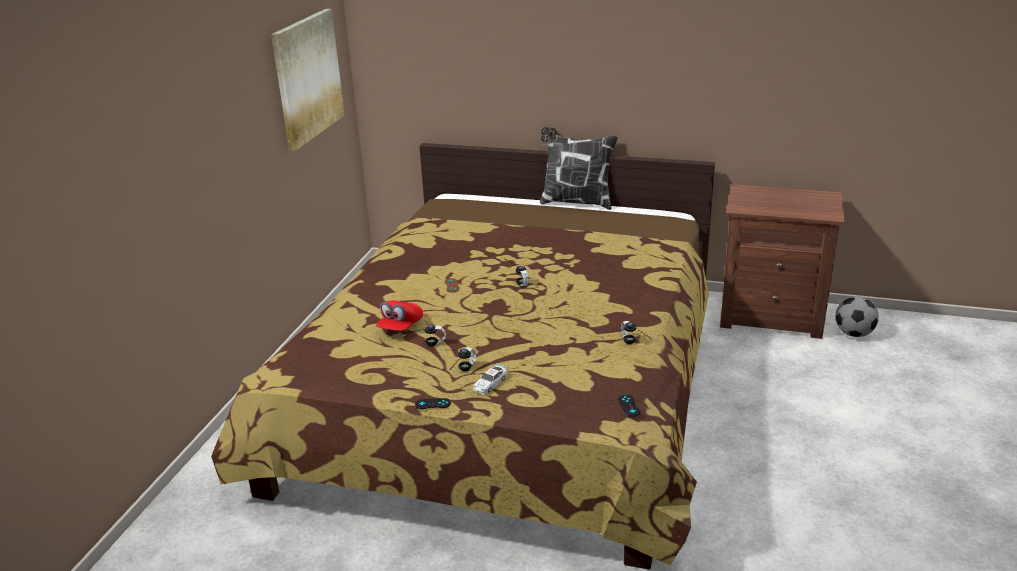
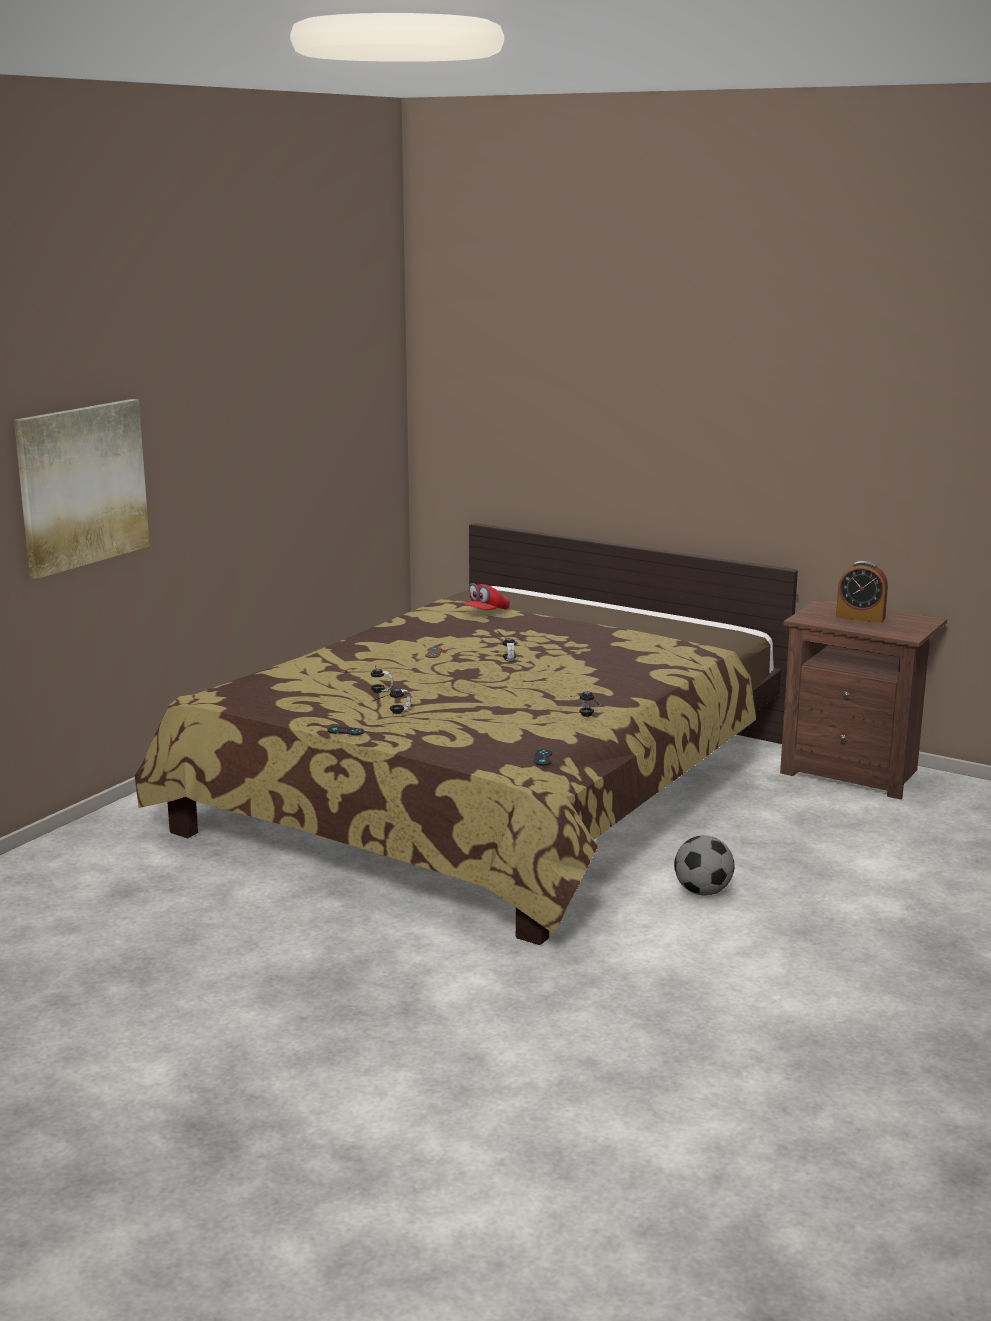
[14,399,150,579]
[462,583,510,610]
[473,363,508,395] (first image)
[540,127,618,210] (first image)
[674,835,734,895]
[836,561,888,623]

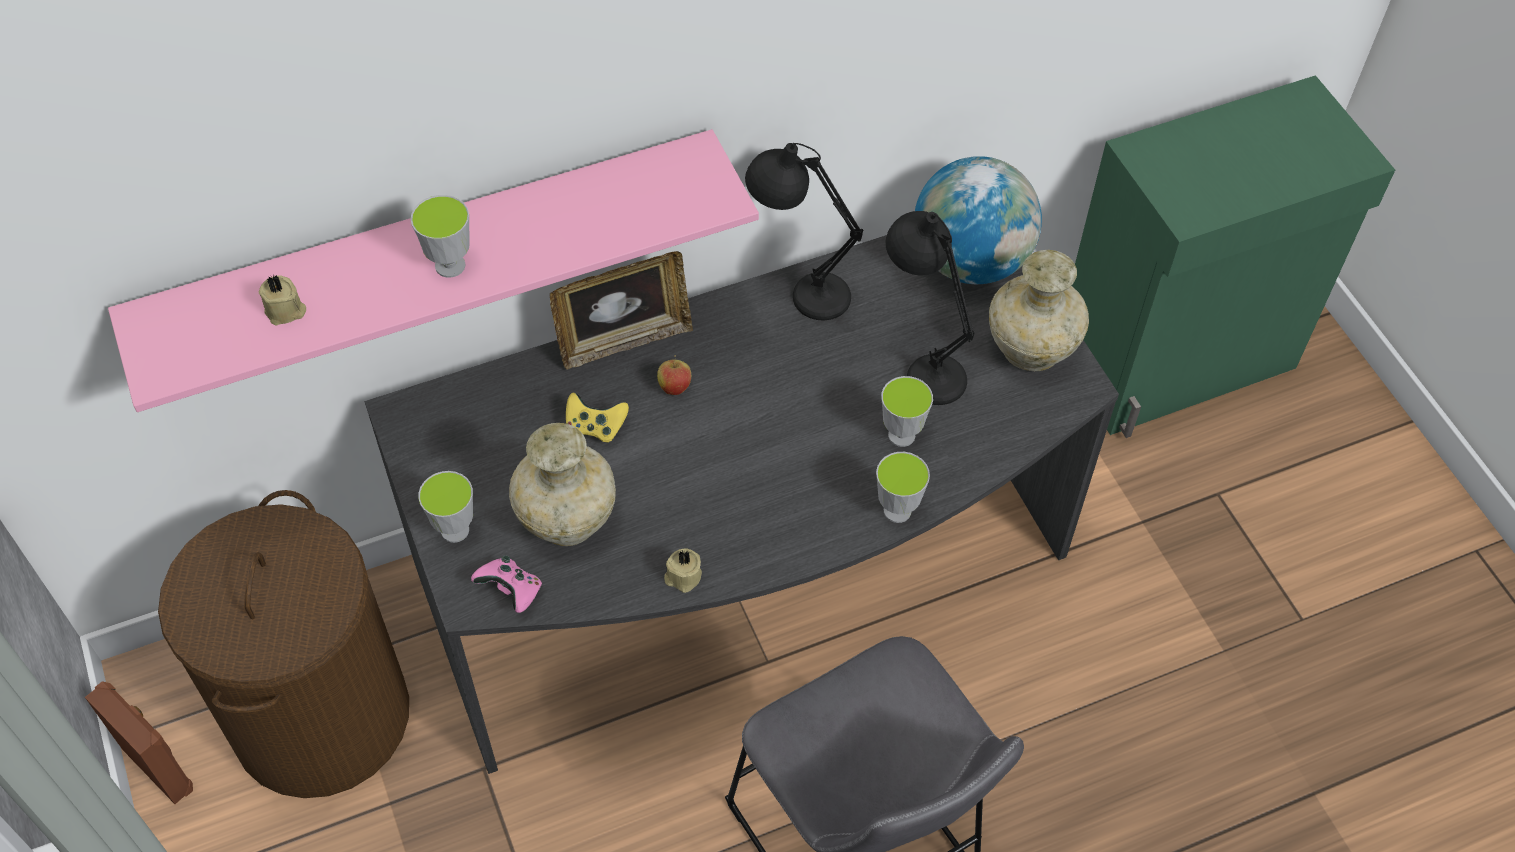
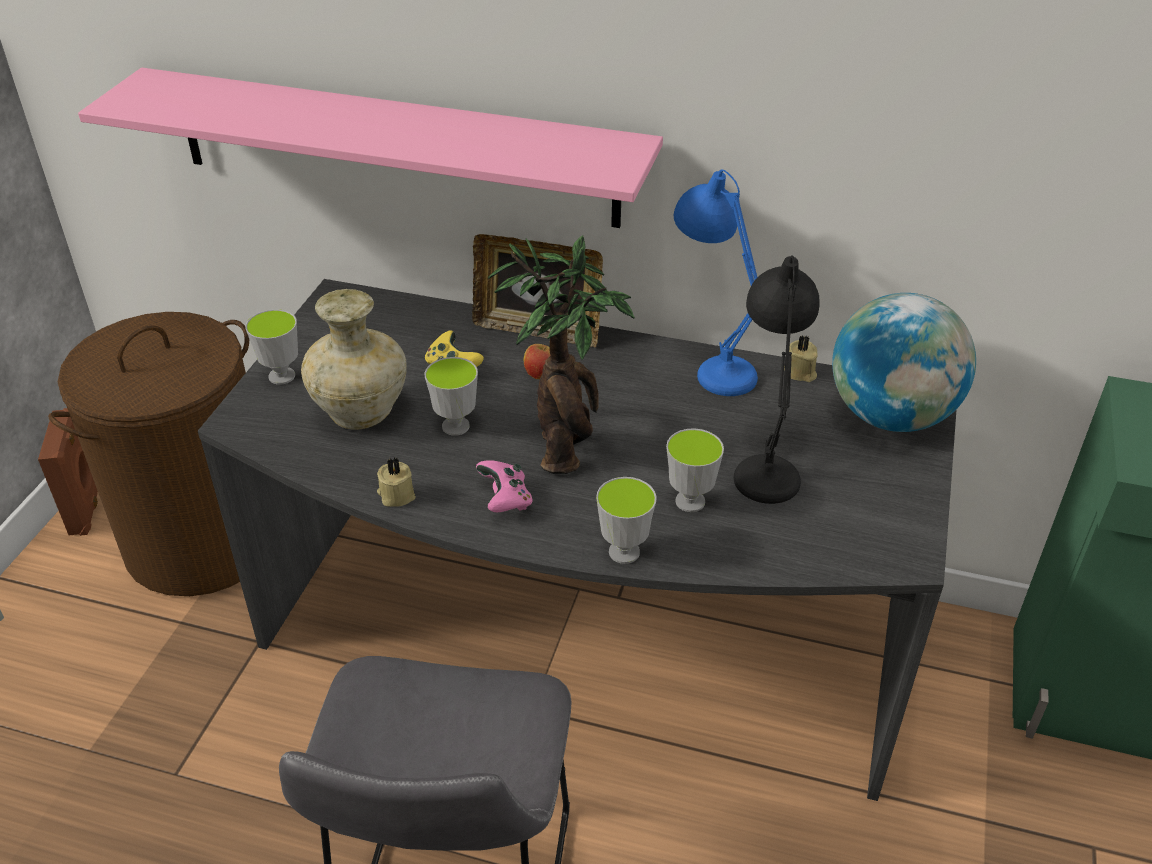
[784,335,818,382]
[425,357,478,436]
[476,460,533,512]
[674,169,758,396]
[989,250,1089,371] (first image)
[488,236,635,474]

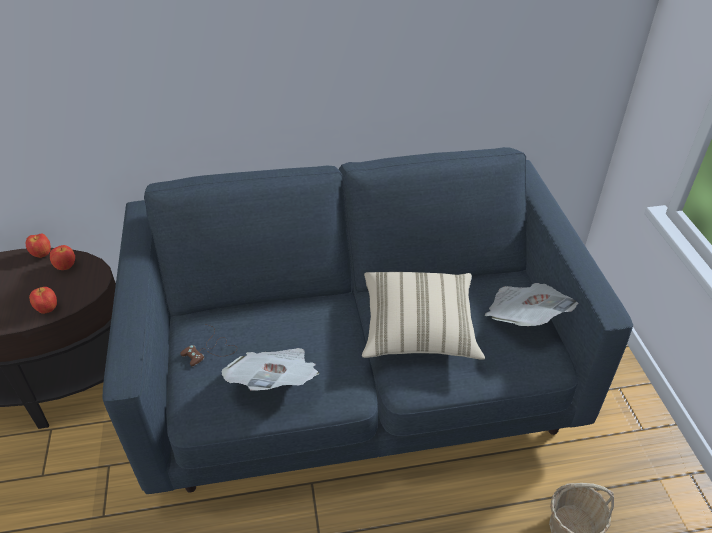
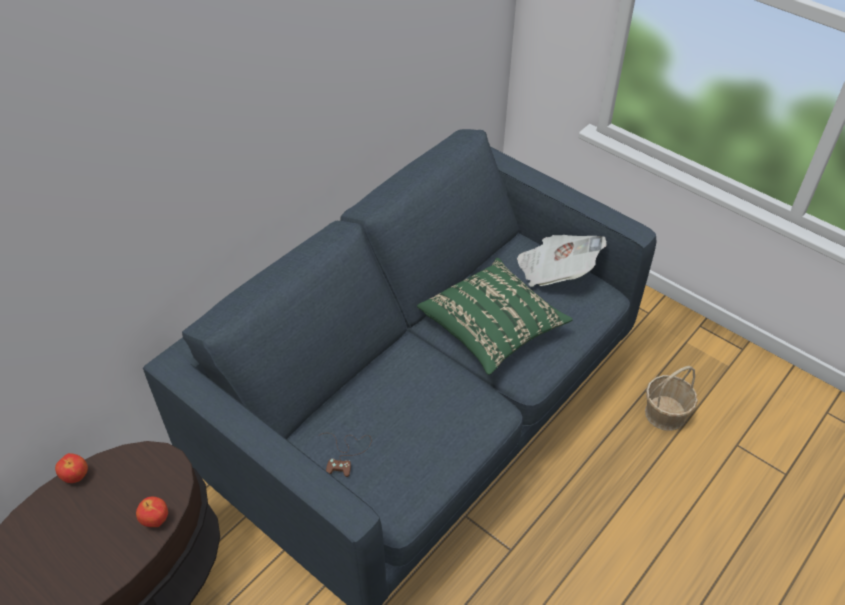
[50,245,75,270] (first image)
[222,348,319,391] (first image)
[417,258,573,375]

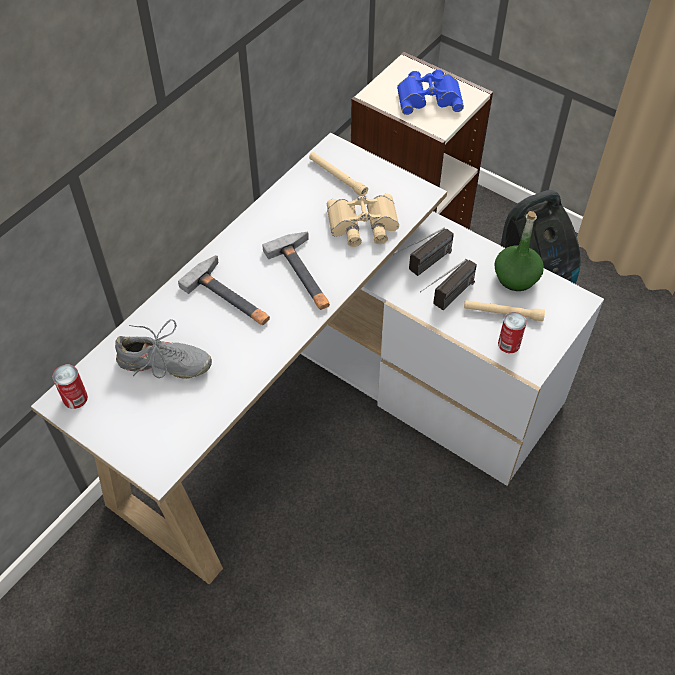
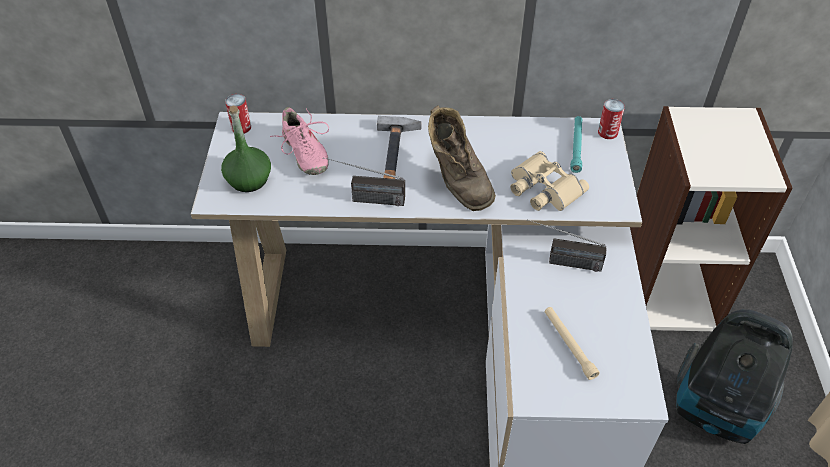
[270,107,329,175]
[428,105,496,211]
[570,116,582,173]
[397,70,464,115] (first image)
[323,157,405,206]
[221,106,271,192]
[598,99,625,139]

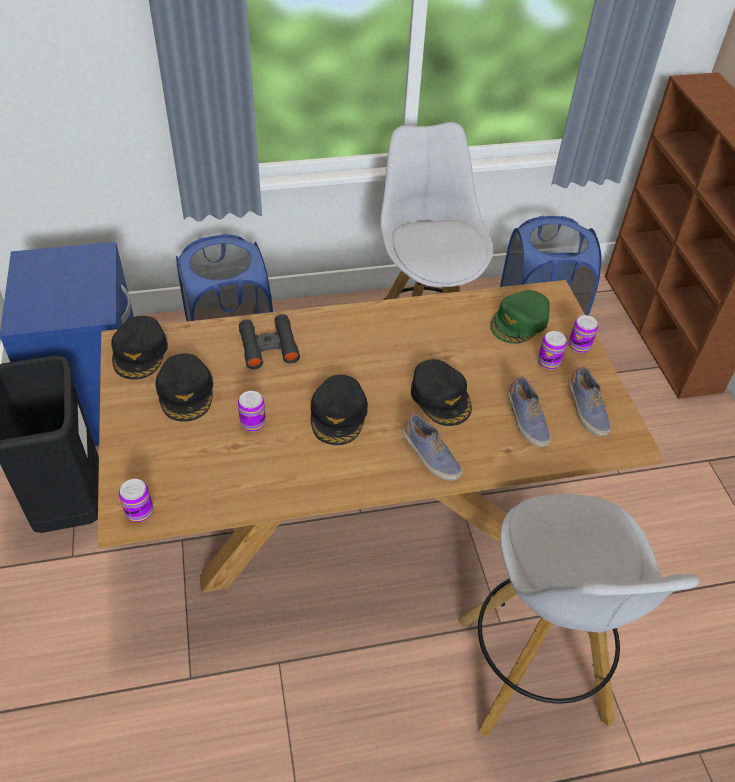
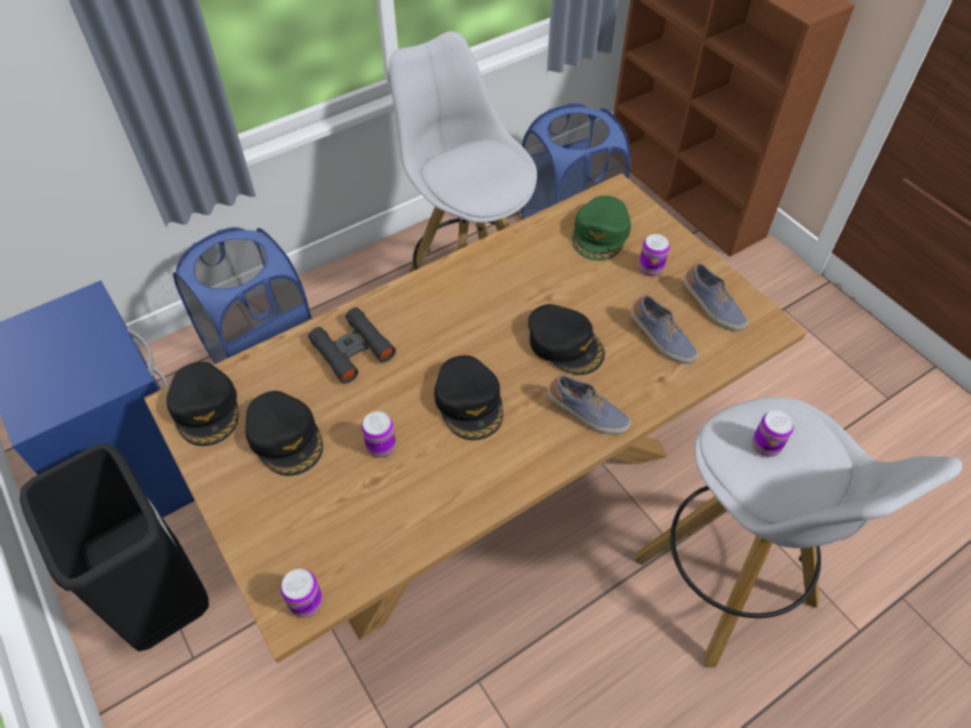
[752,410,794,457]

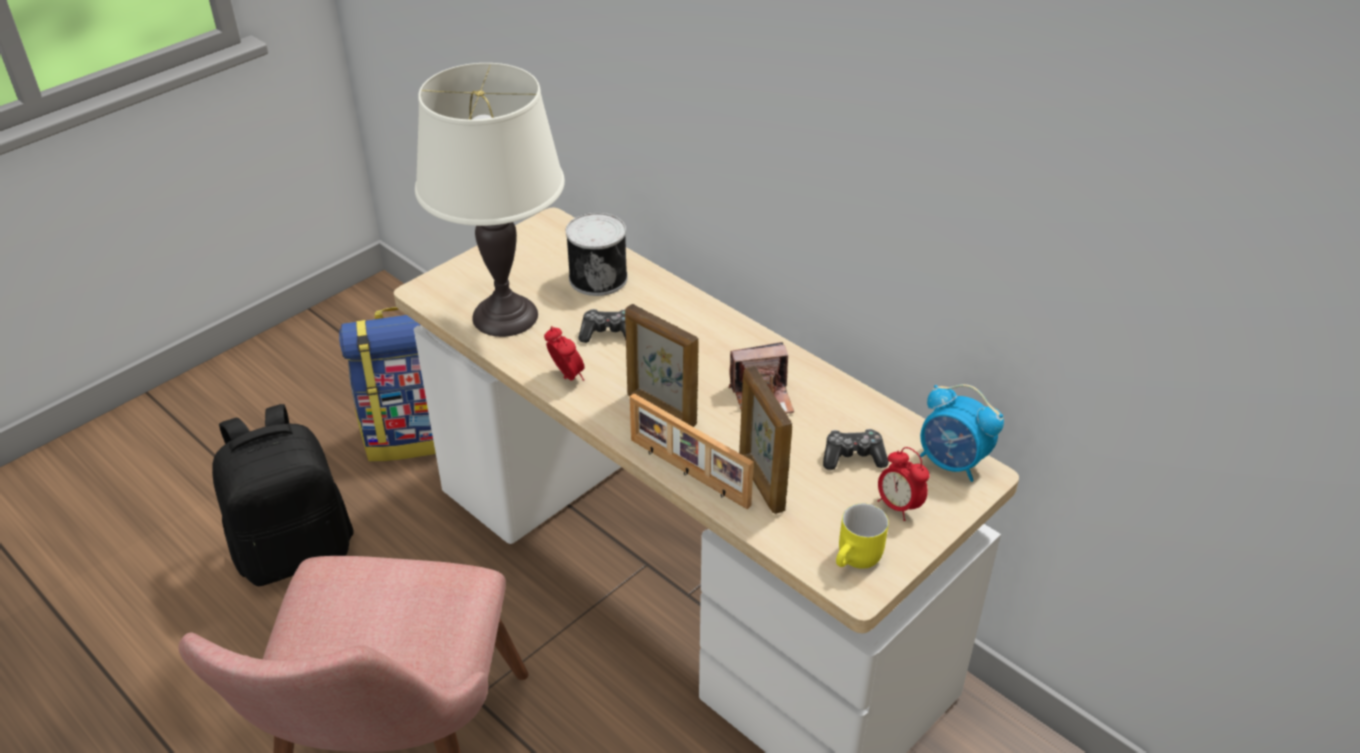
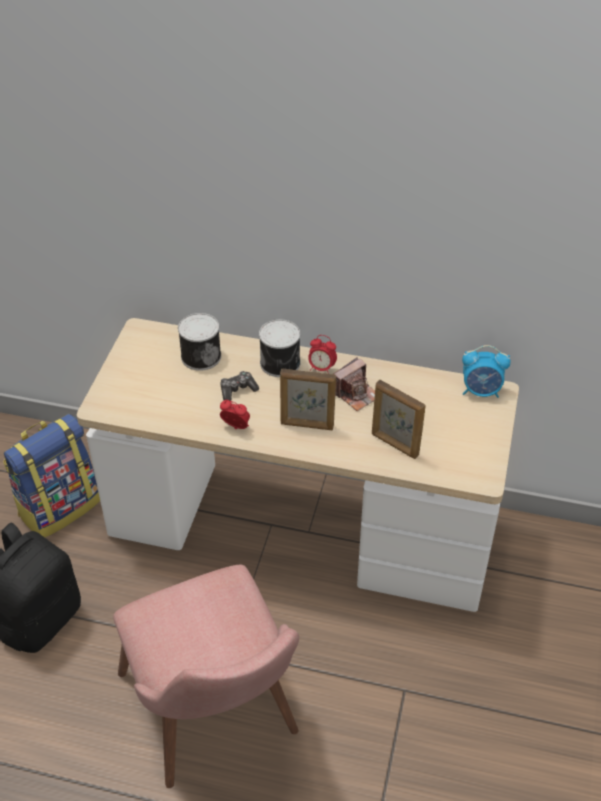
[415,63,565,337] (first image)
[630,393,754,509] (first image)
[823,429,889,470] (first image)
[836,503,889,569] (first image)
[308,335,337,374]
[259,319,300,377]

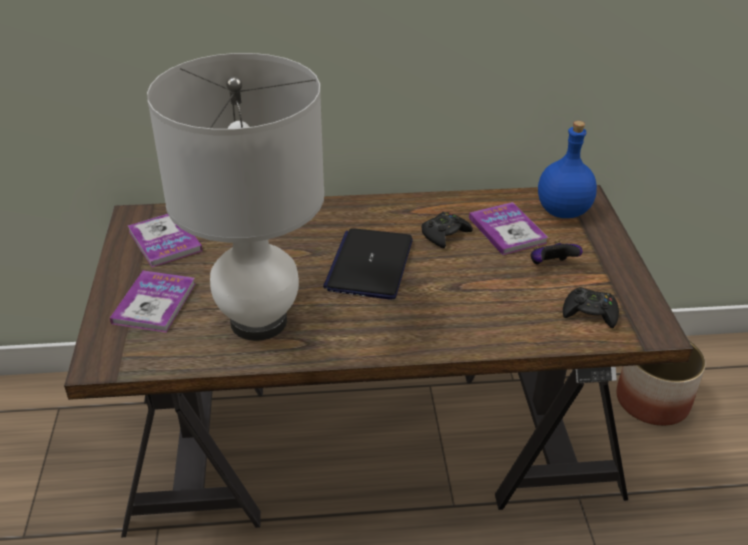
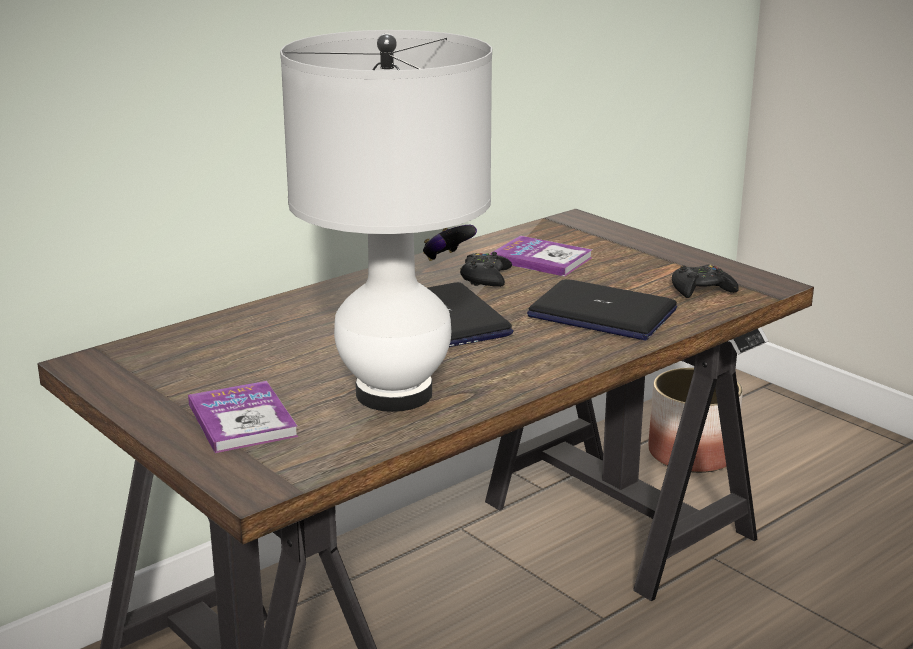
[128,214,203,267] (first image)
[423,225,477,261]
[538,121,597,218] (first image)
[527,279,677,340]

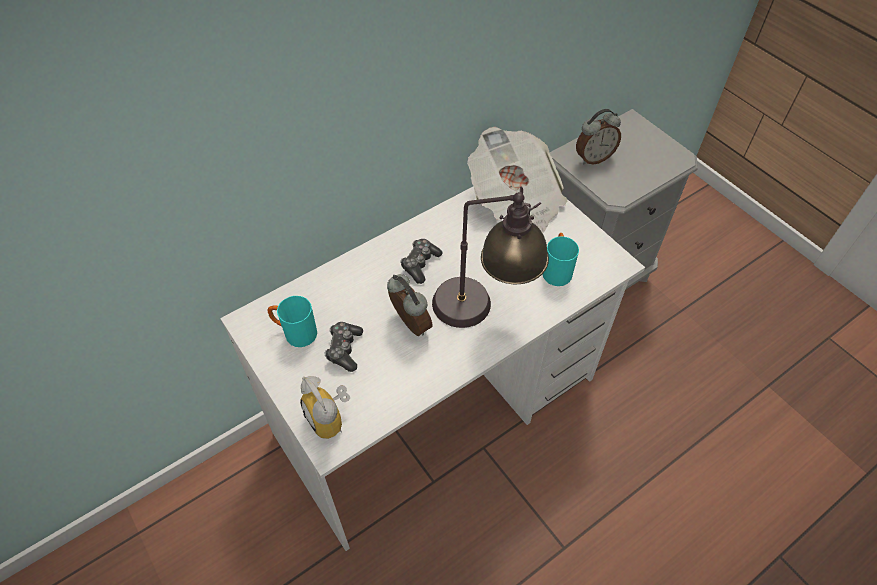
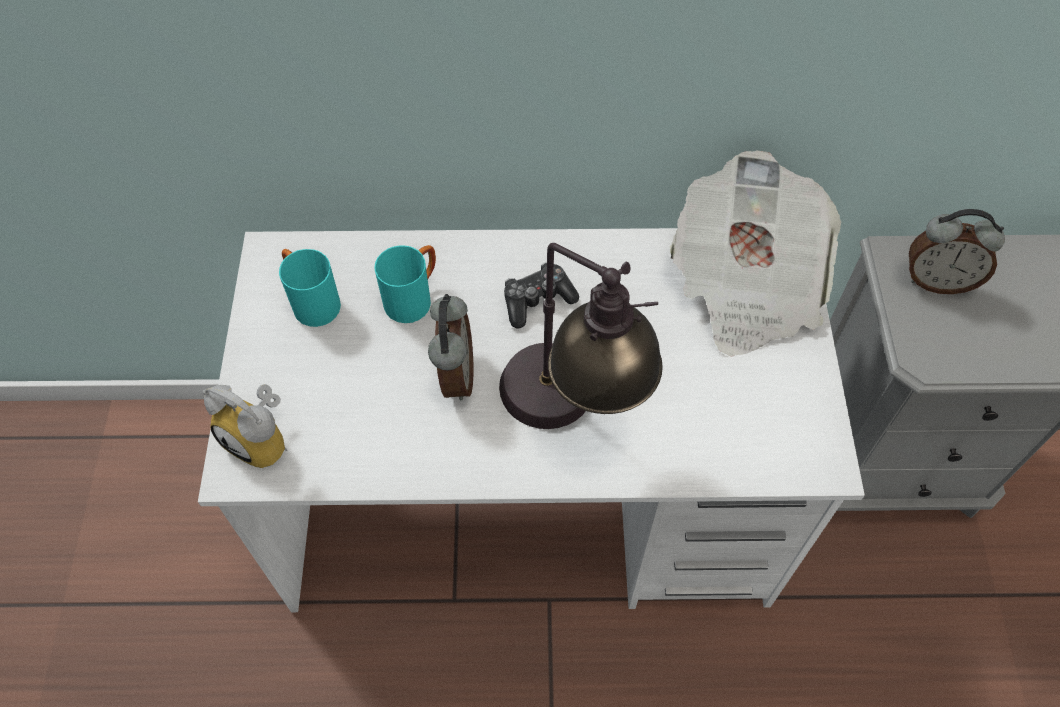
[203,384,288,468]
[324,322,363,372] (first image)
[375,245,436,323]

